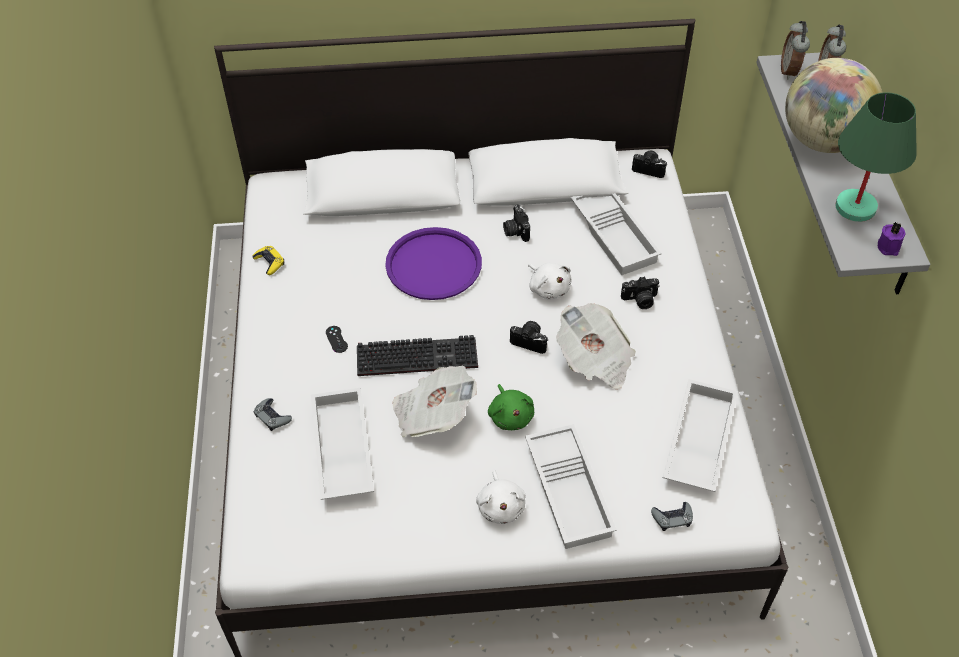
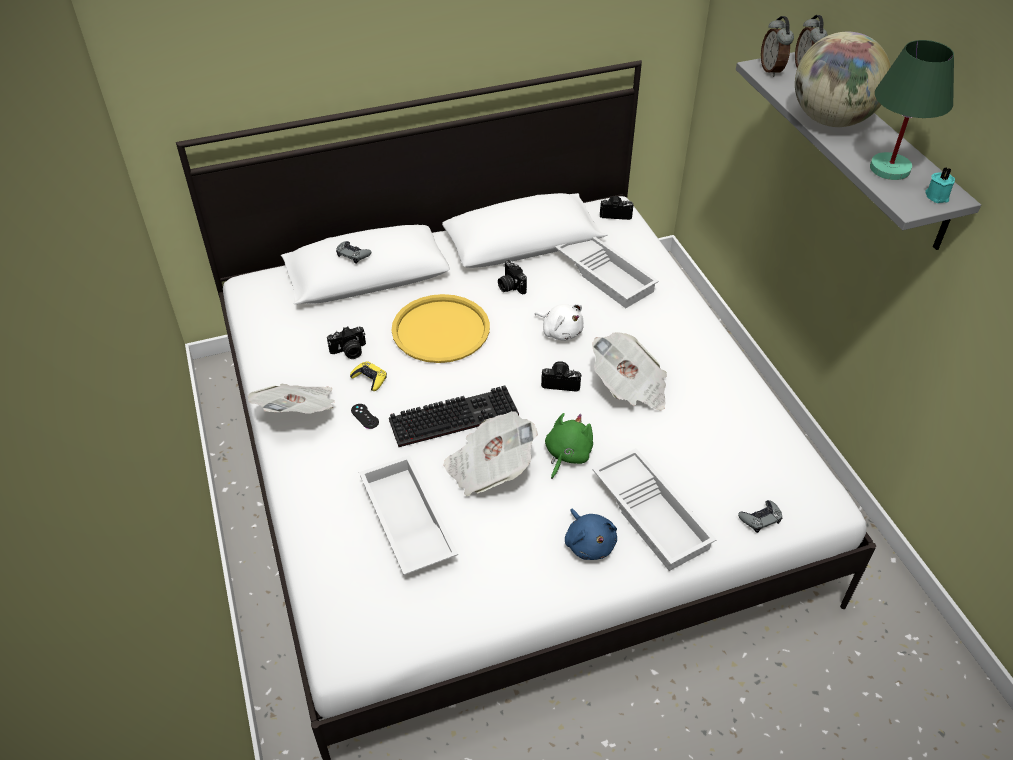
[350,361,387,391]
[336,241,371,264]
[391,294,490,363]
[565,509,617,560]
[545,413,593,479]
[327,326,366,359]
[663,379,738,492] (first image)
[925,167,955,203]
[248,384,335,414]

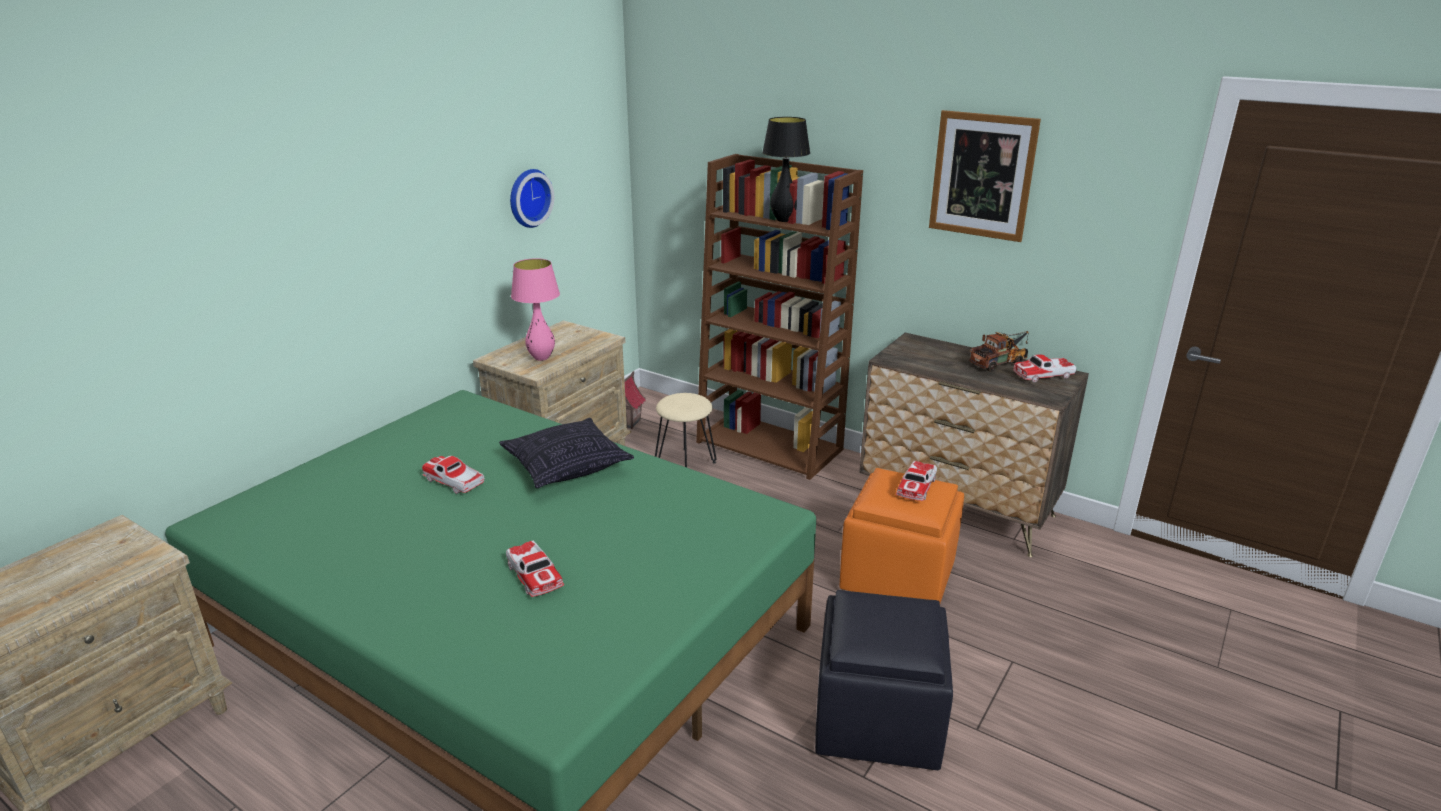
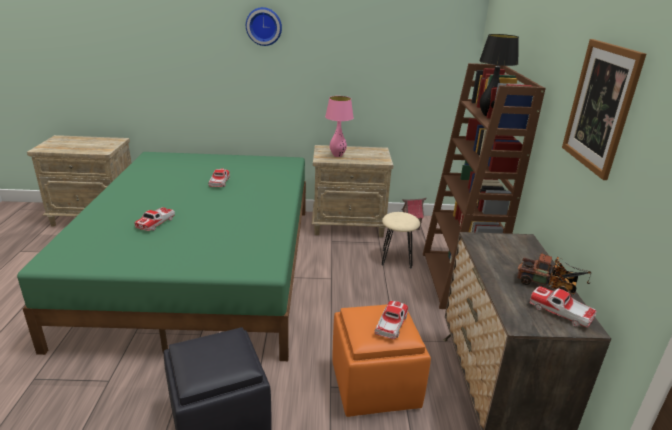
[499,418,634,488] (first image)
[246,7,282,46]
[374,301,408,339]

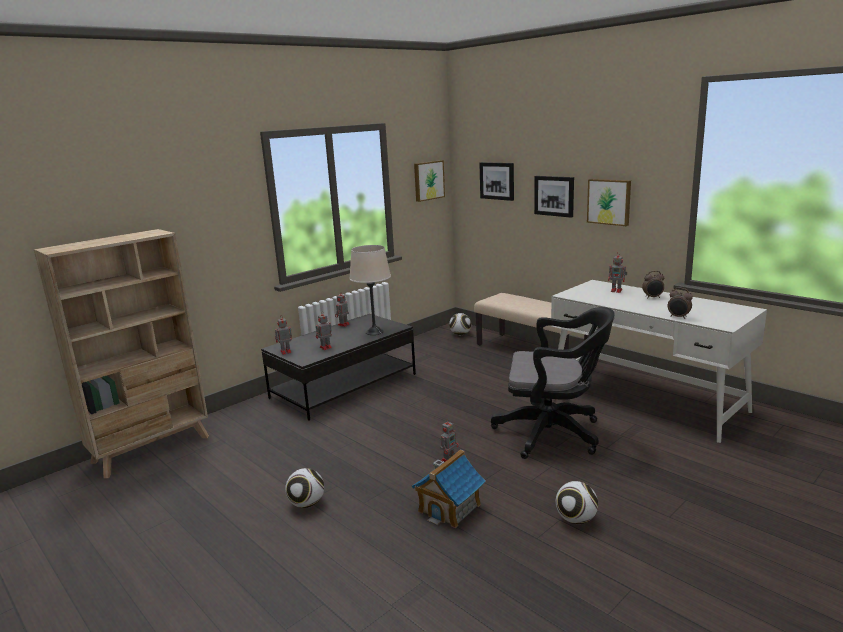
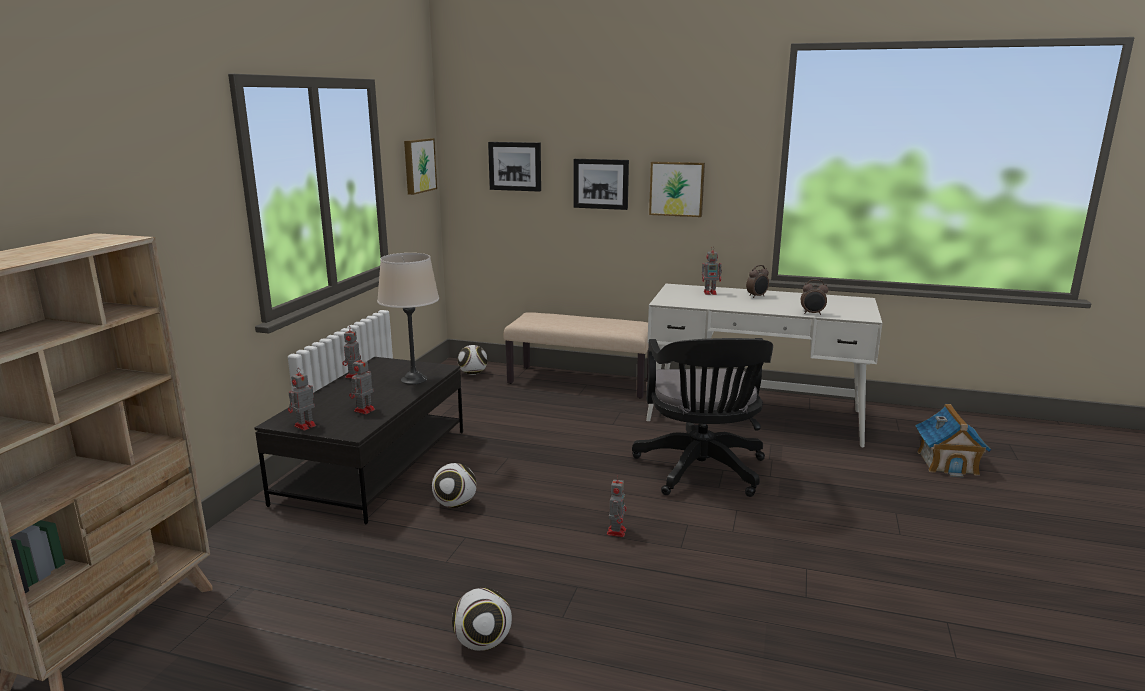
[915,404,991,478]
[632,338,773,497]
[432,463,477,508]

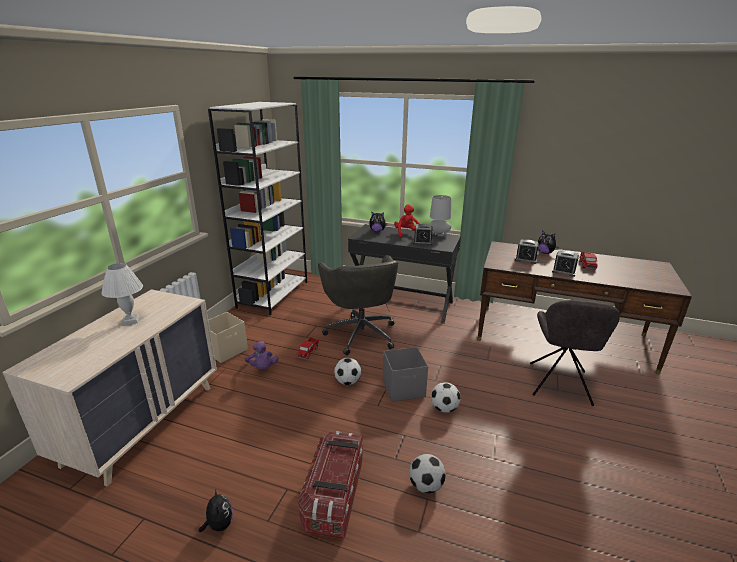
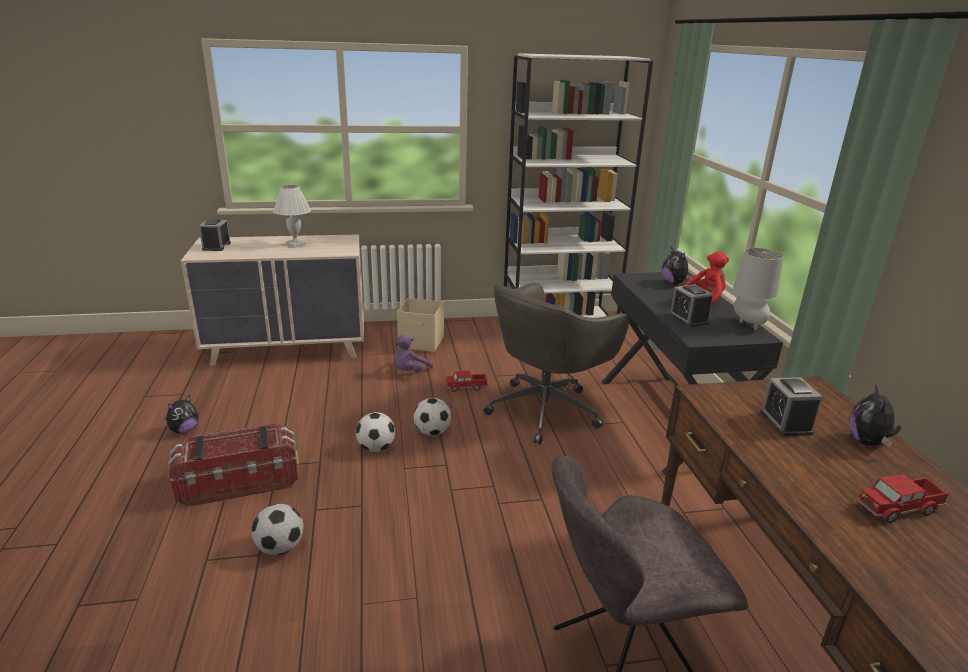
[383,347,428,402] (first image)
[356,412,395,452]
[199,219,231,251]

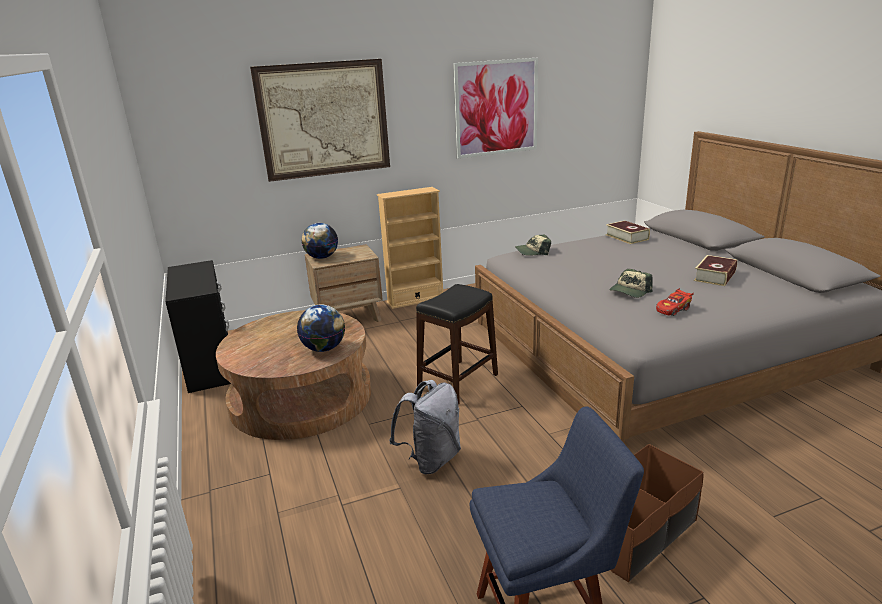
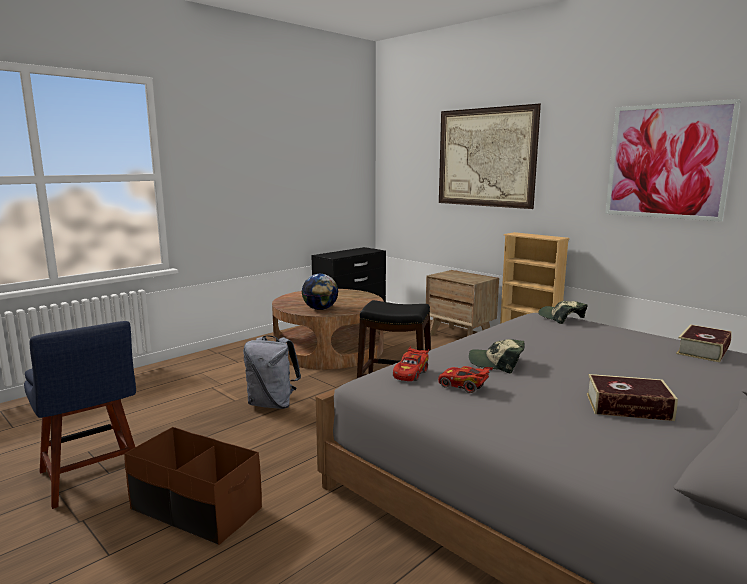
[301,223,338,259] (first image)
[393,346,429,381]

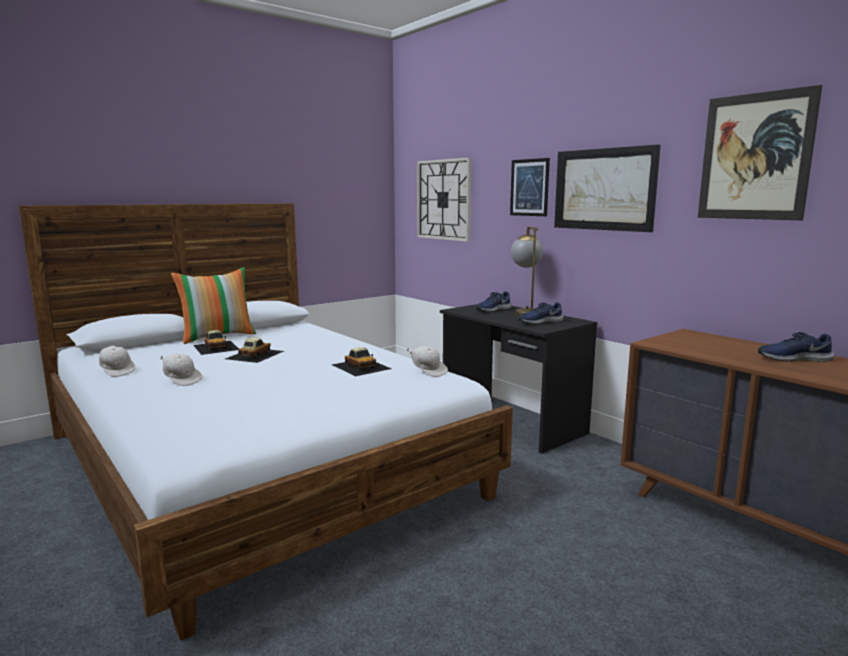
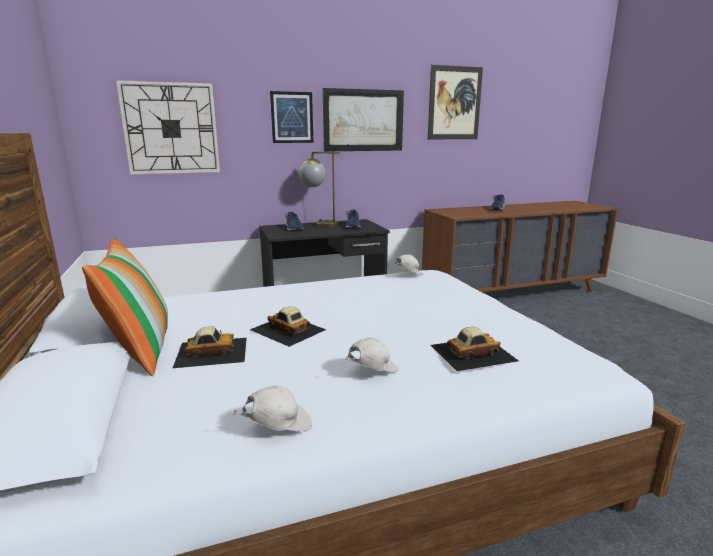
[430,327,519,371]

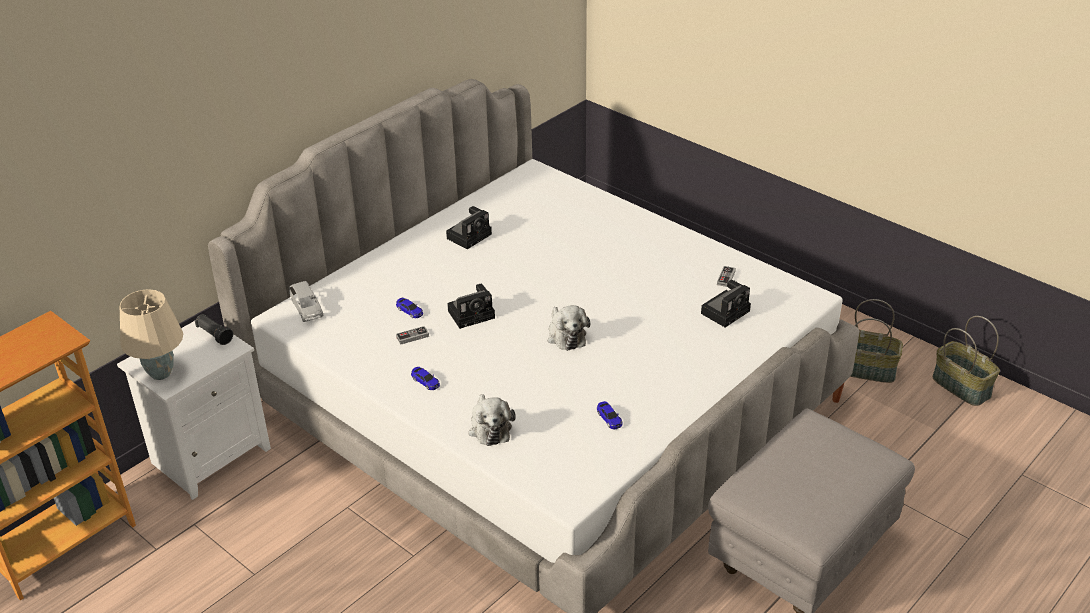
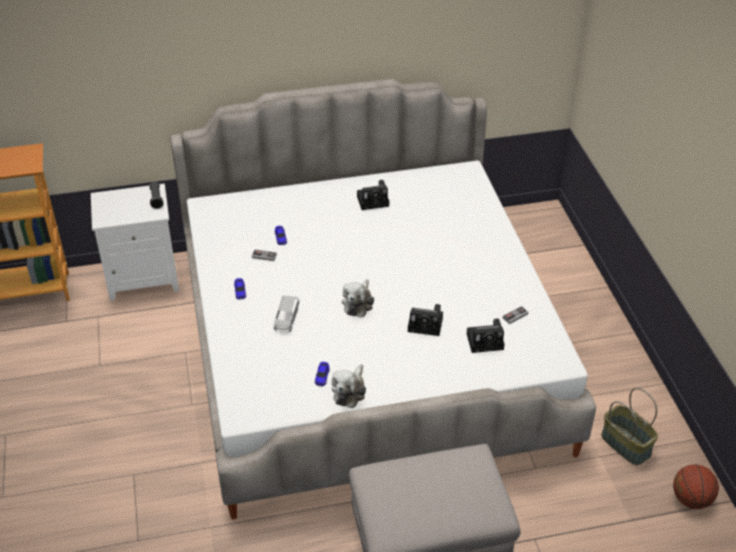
[120,289,183,380] (first image)
[274,296,299,332]
[408,304,443,336]
[332,364,366,408]
[673,465,719,509]

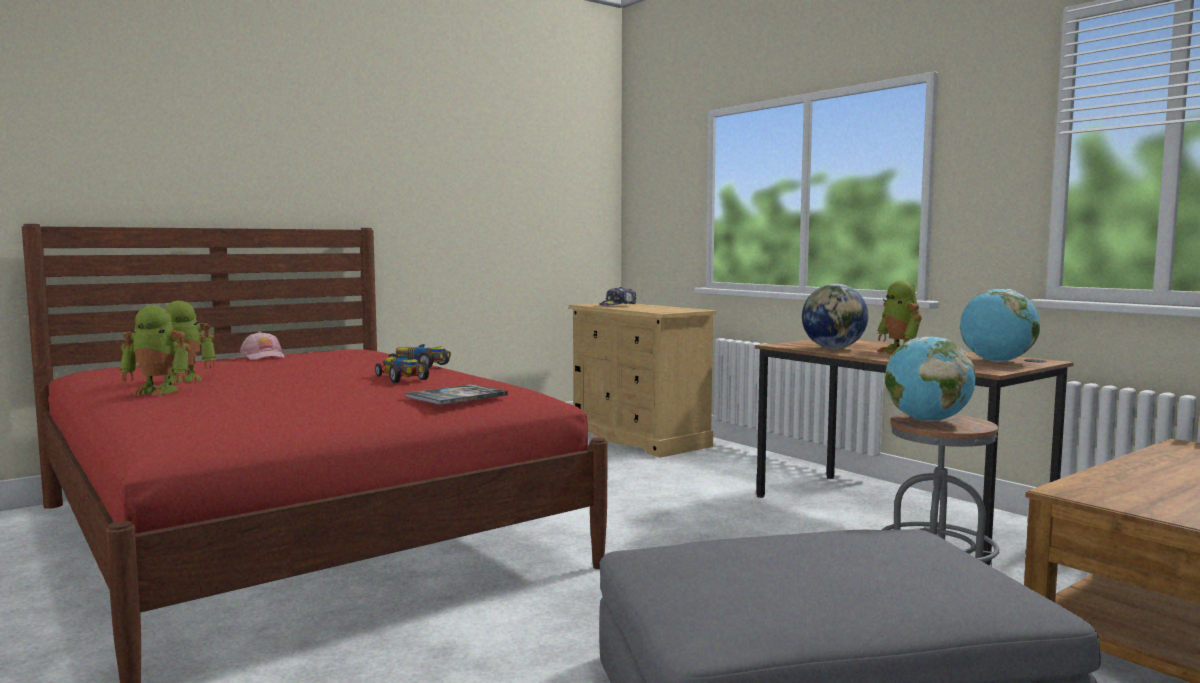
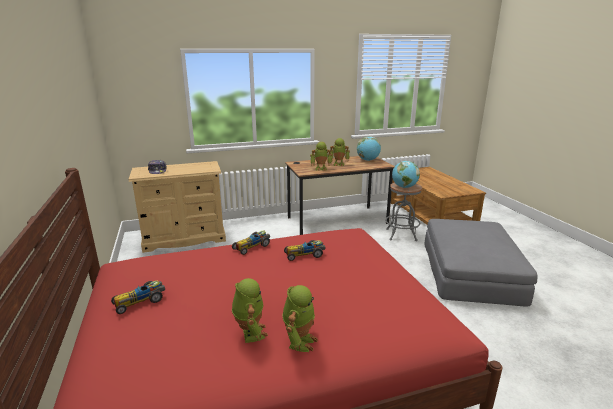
[111,281,165,314]
[405,384,508,405] (first image)
[310,142,332,171]

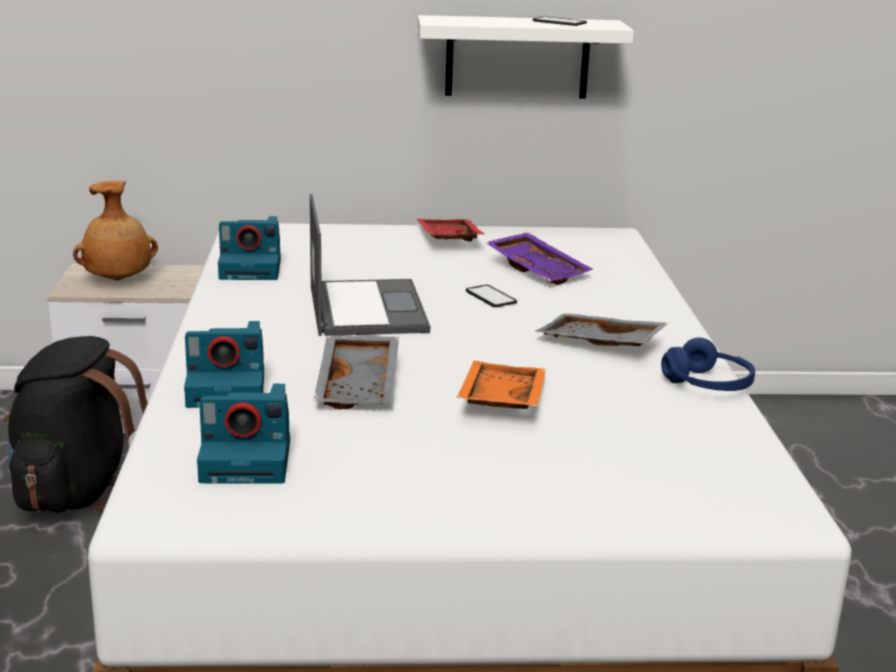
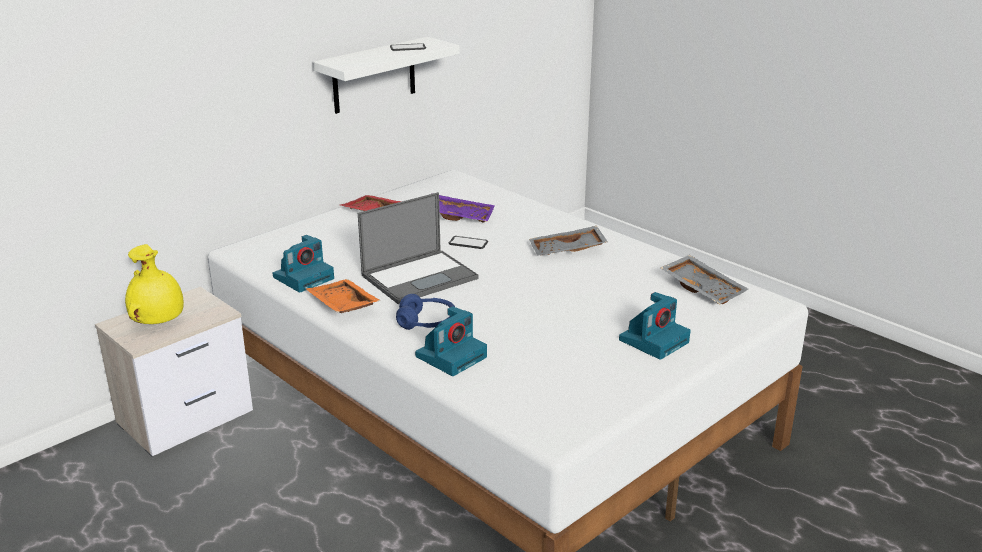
[3,336,148,513] (first image)
[125,244,184,324]
[619,292,691,360]
[358,192,479,304]
[661,255,748,304]
[306,279,381,313]
[396,294,455,330]

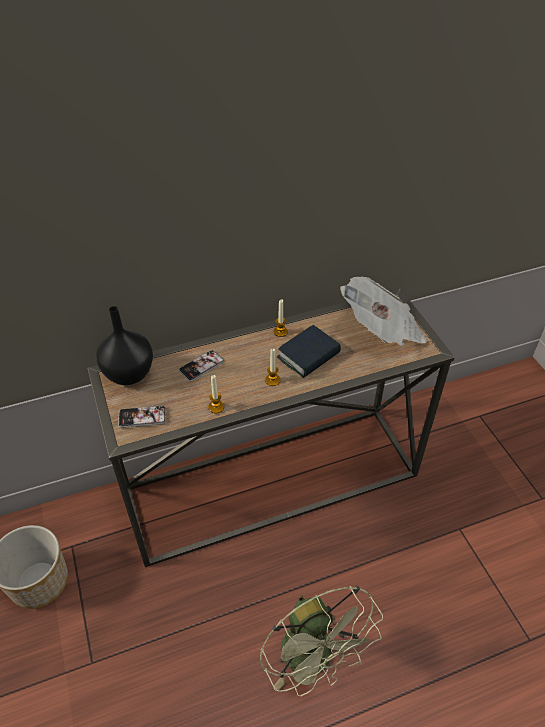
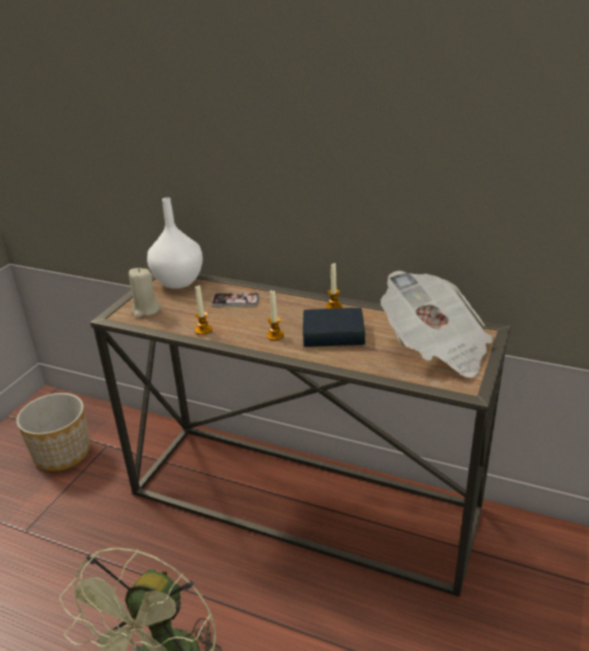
[147,198,203,289]
[129,268,161,317]

